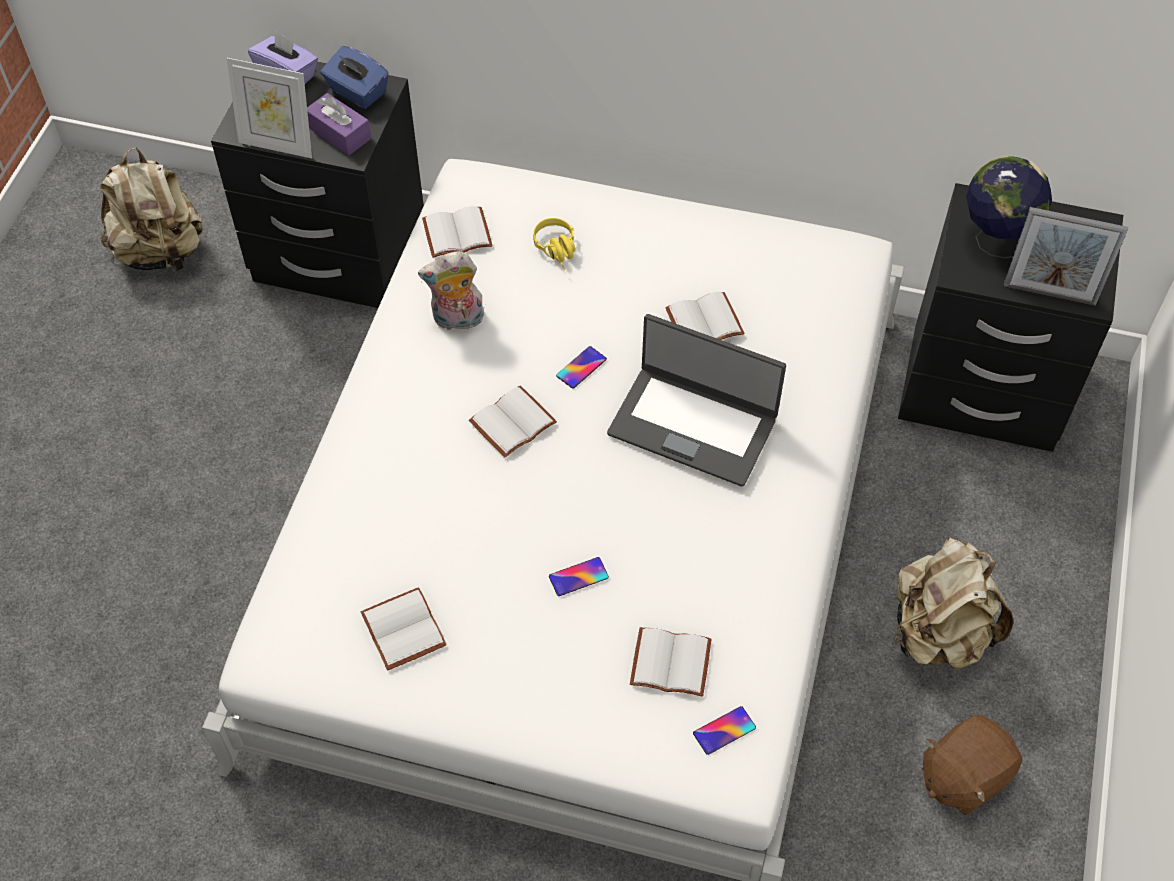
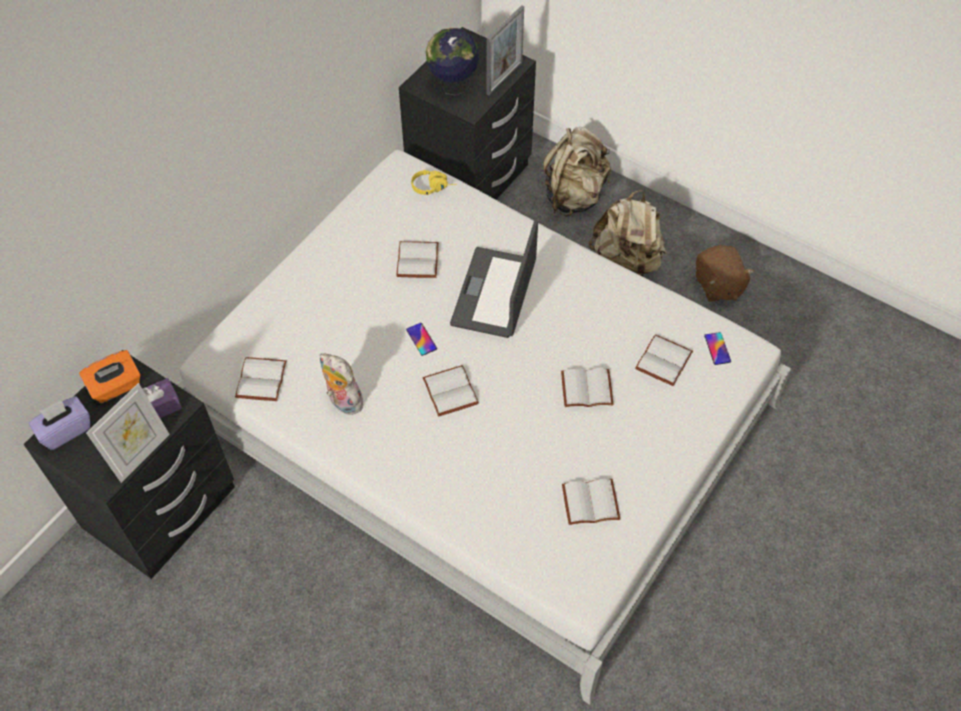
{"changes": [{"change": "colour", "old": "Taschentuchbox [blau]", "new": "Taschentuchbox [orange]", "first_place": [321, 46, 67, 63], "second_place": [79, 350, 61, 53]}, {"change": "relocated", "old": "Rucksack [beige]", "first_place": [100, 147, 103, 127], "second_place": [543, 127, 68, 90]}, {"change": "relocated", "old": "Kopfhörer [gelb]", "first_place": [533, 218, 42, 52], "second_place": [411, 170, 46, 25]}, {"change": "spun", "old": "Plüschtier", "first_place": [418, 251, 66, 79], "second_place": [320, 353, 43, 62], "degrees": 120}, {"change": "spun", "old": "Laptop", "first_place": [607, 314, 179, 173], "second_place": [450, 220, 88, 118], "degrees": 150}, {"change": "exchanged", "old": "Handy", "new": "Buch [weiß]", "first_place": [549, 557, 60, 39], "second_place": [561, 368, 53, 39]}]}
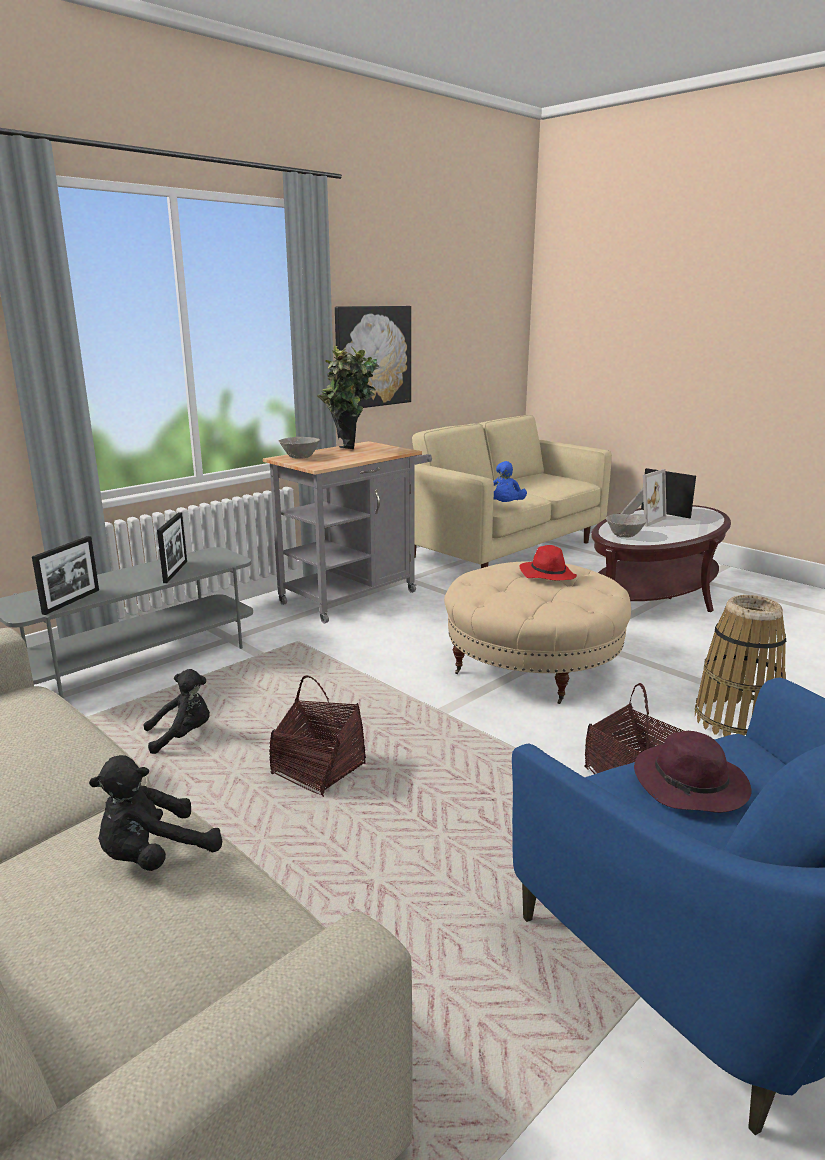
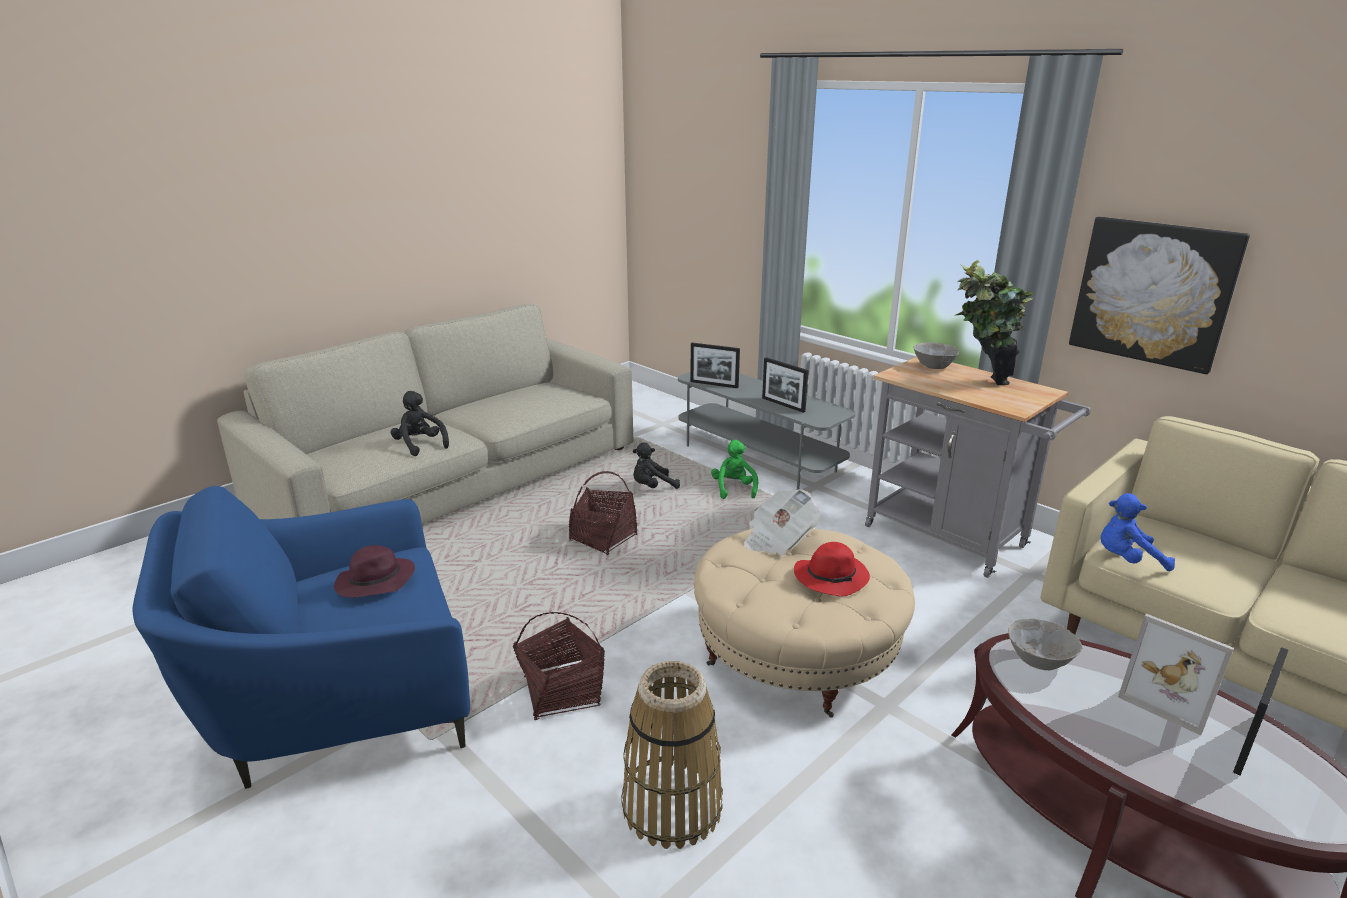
{"changes": [{"change": "spun", "old": "Bilderrahmen", "first_place": [157, 512, 30, 71], "second_place": [762, 357, 46, 56], "degrees": 45}, {"change": "spun", "old": "Plüschtier [schwarz]", "first_place": [143, 669, 67, 85], "second_place": [633, 442, 47, 47], "degrees": 90}, {"change": "appeared", "new": "Plüschtier [grün]", "second_place": [711, 440, 47, 59]}, {"change": "appeared", "new": "Zeitung", "second_place": [744, 489, 76, 67]}]}
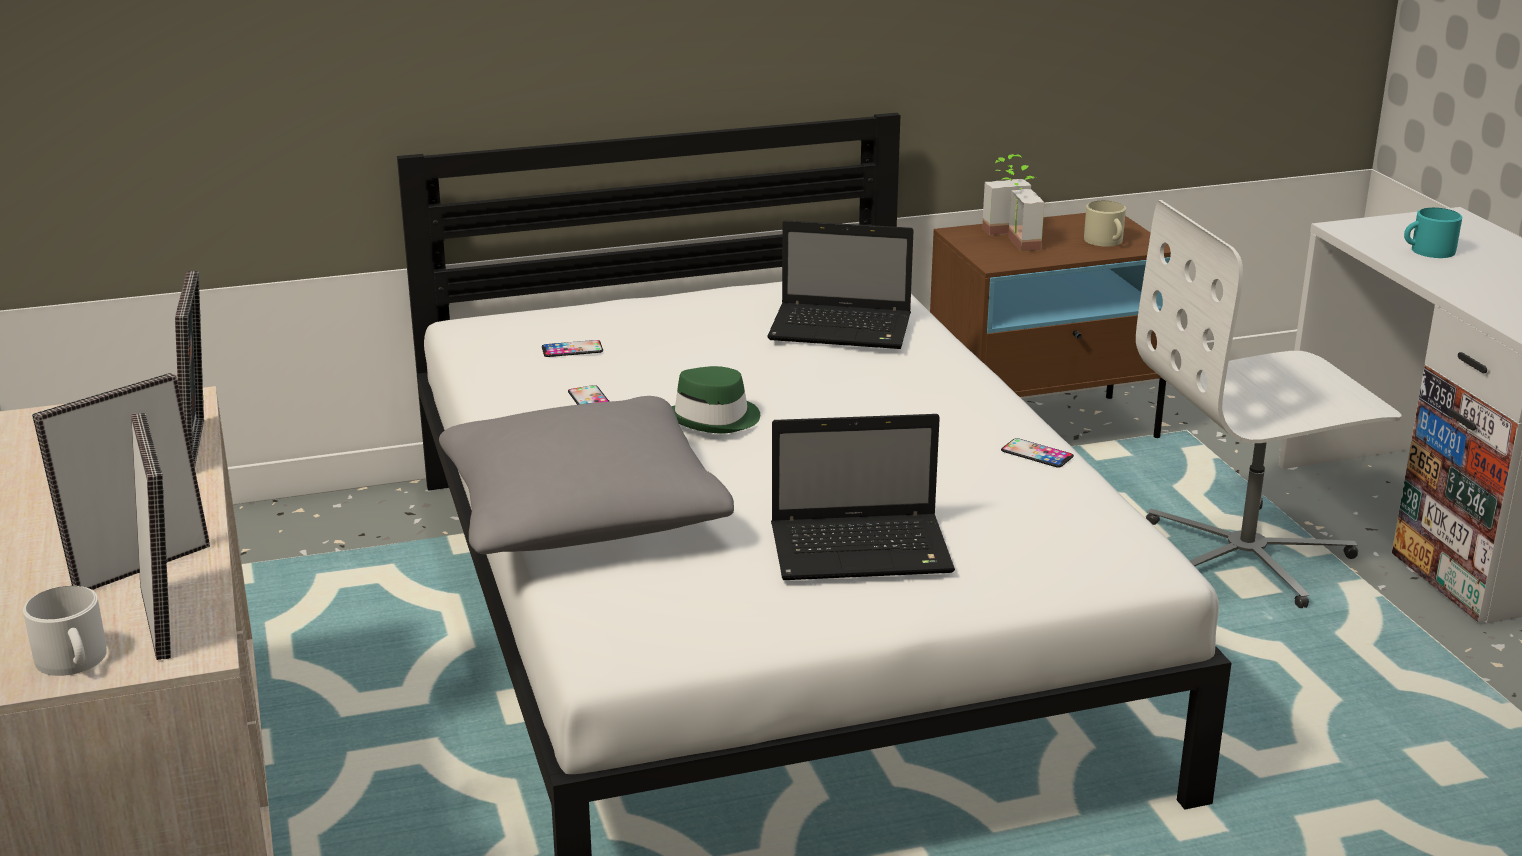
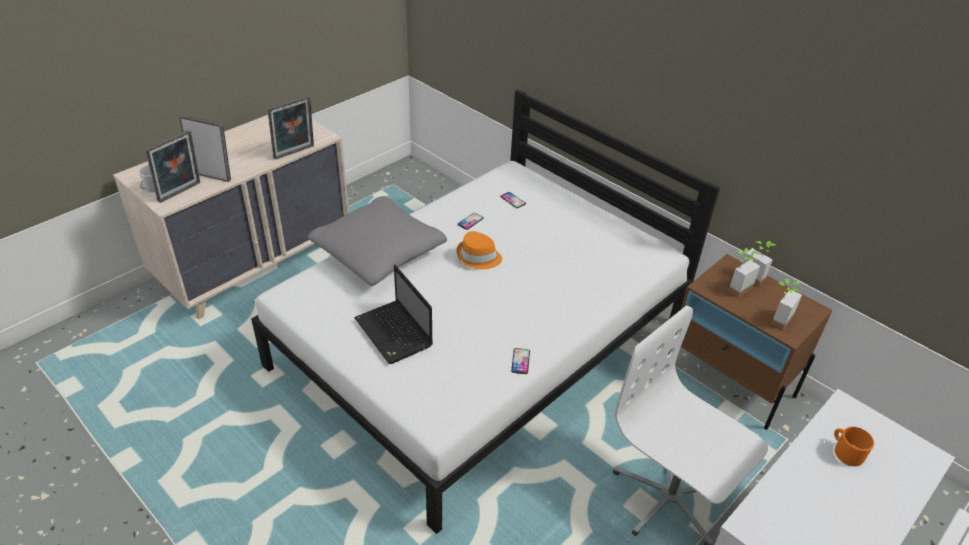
{"changes": [{"change": "exchanged", "old": "Henkelbecher [beige]", "new": "Topfpflanze", "first_place": [1084, 201, 42, 46], "second_place": [771, 278, 31, 52]}, {"change": "colour", "old": "Henkelbecher [türkis]", "new": "Henkelbecher [orange]", "first_place": [1404, 208, 58, 50], "second_place": [834, 427, 40, 39]}, {"change": "missing", "old": "Laptop", "first_place": [767, 220, 147, 129]}, {"change": "colour", "old": "Hut [grün]", "new": "Hut [orange]", "first_place": [671, 366, 89, 67], "second_place": [457, 231, 45, 38]}]}
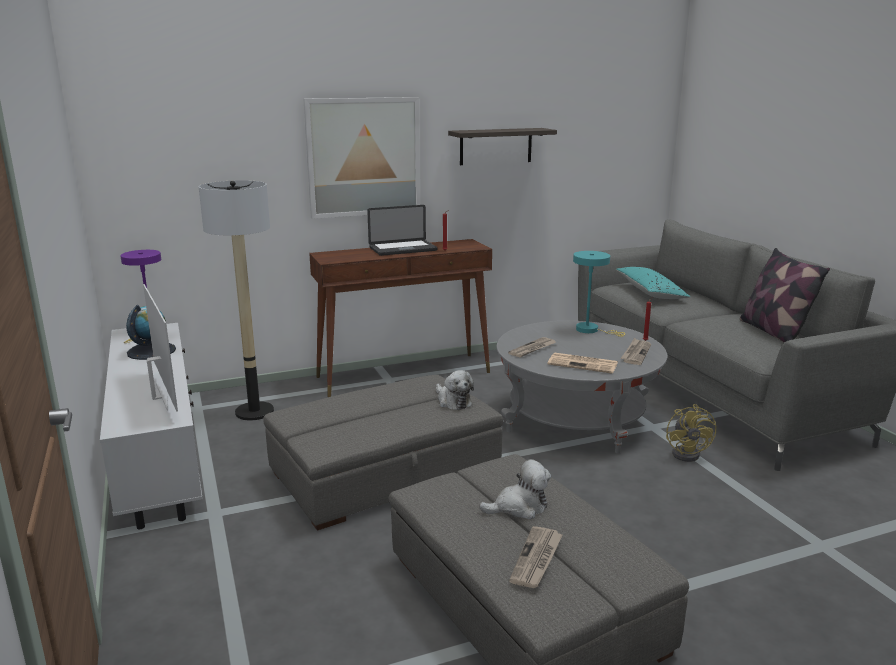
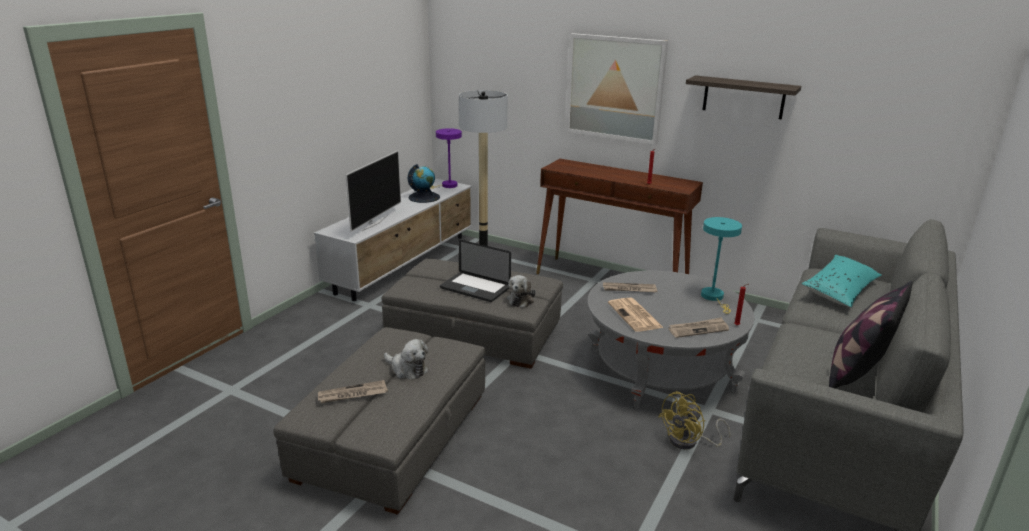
{"changes": [{"change": "relocated", "old": "Laptop", "first_place": [367, 205, 71, 51], "second_place": [440, 240, 71, 62]}]}
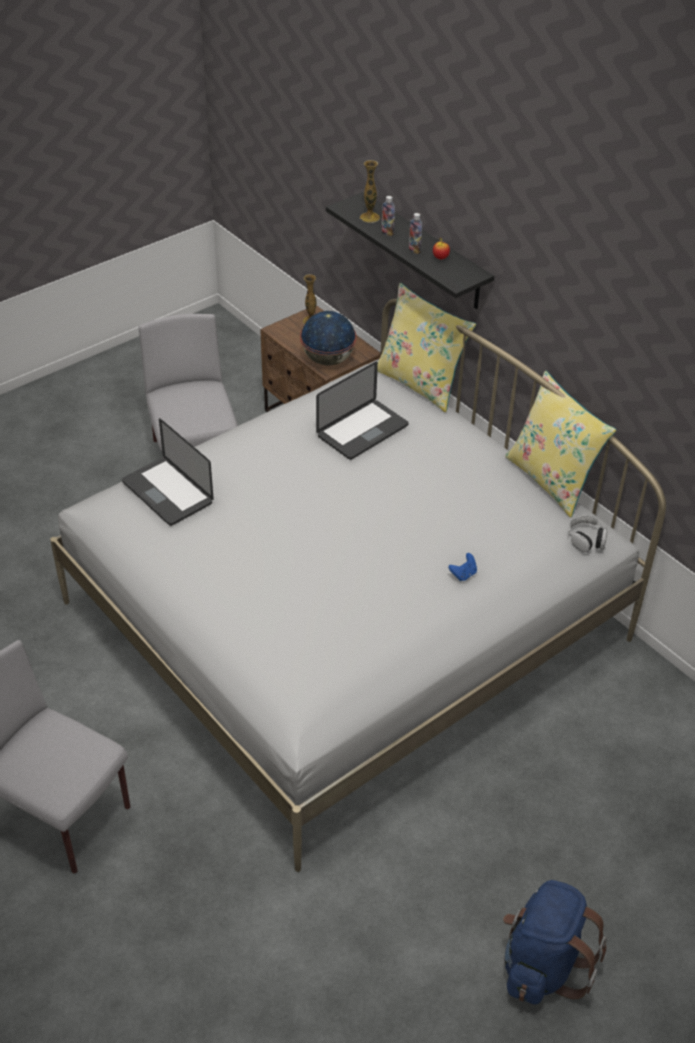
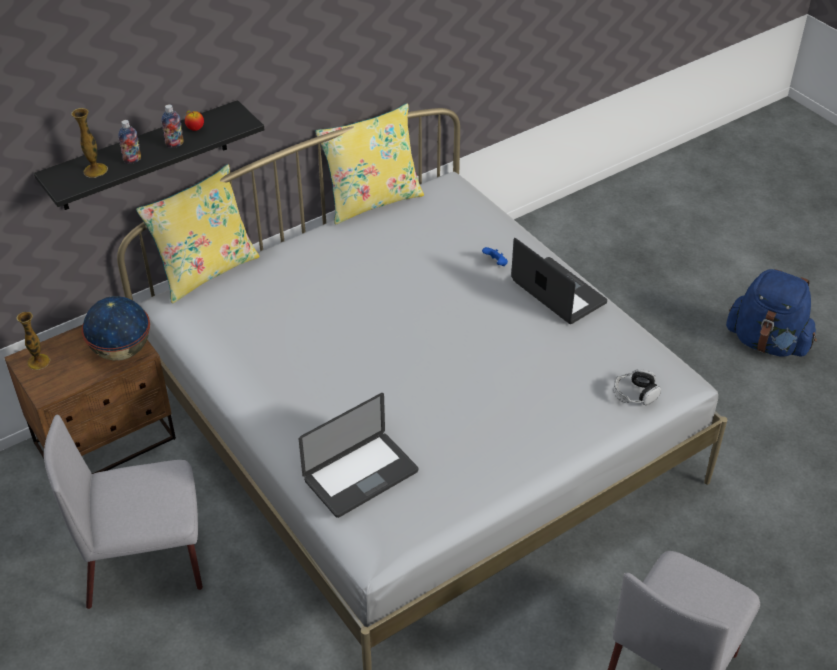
{"changes": [{"change": "relocated", "old": "Laptop", "first_place": [316, 361, 93, 99], "second_place": [511, 238, 96, 86]}, {"change": "relocated", "old": "Kopfhörer", "first_place": [568, 515, 39, 38], "second_place": [613, 369, 48, 36]}]}
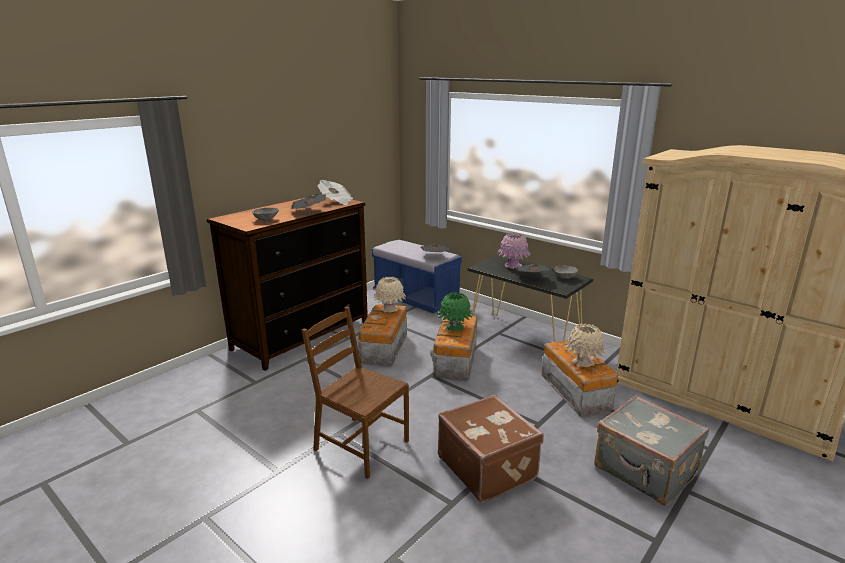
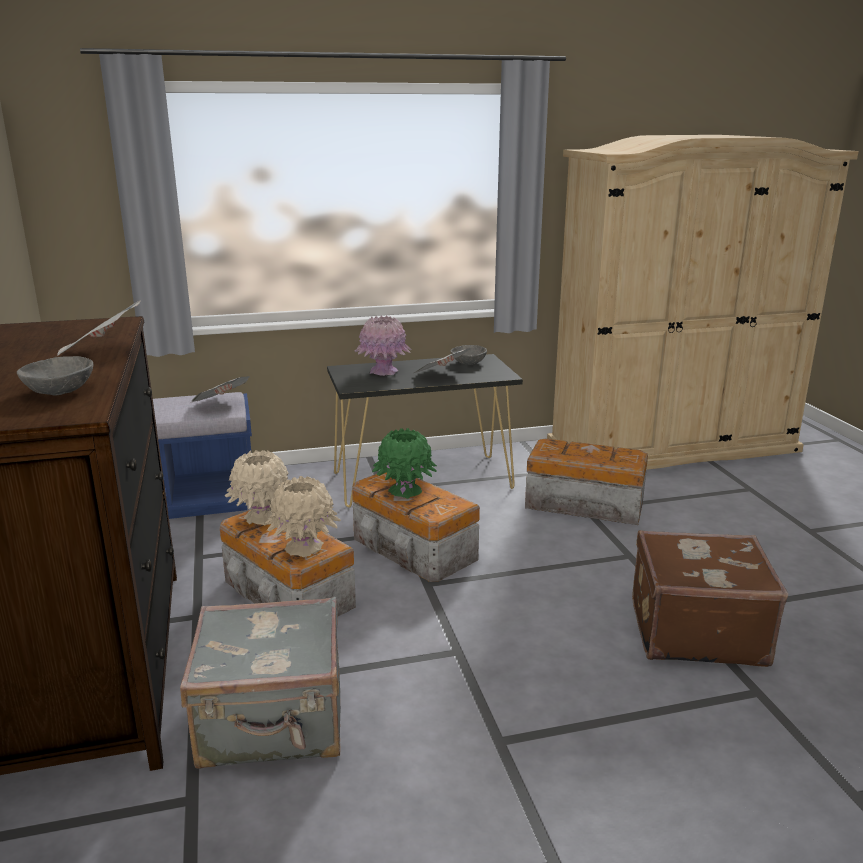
{"changes": [{"change": "missing", "old": "Zeitung", "first_place": [317, 180, 36, 25]}, {"change": "missing", "old": "Stuhl [braun]", "first_place": [301, 306, 108, 173]}, {"change": "relocated", "old": "Vase [beige]", "first_place": [564, 324, 42, 43], "second_place": [265, 476, 76, 81]}, {"change": "relocated", "old": "Koffer [grau]", "first_place": [594, 396, 115, 110], "second_place": [180, 597, 161, 172]}]}
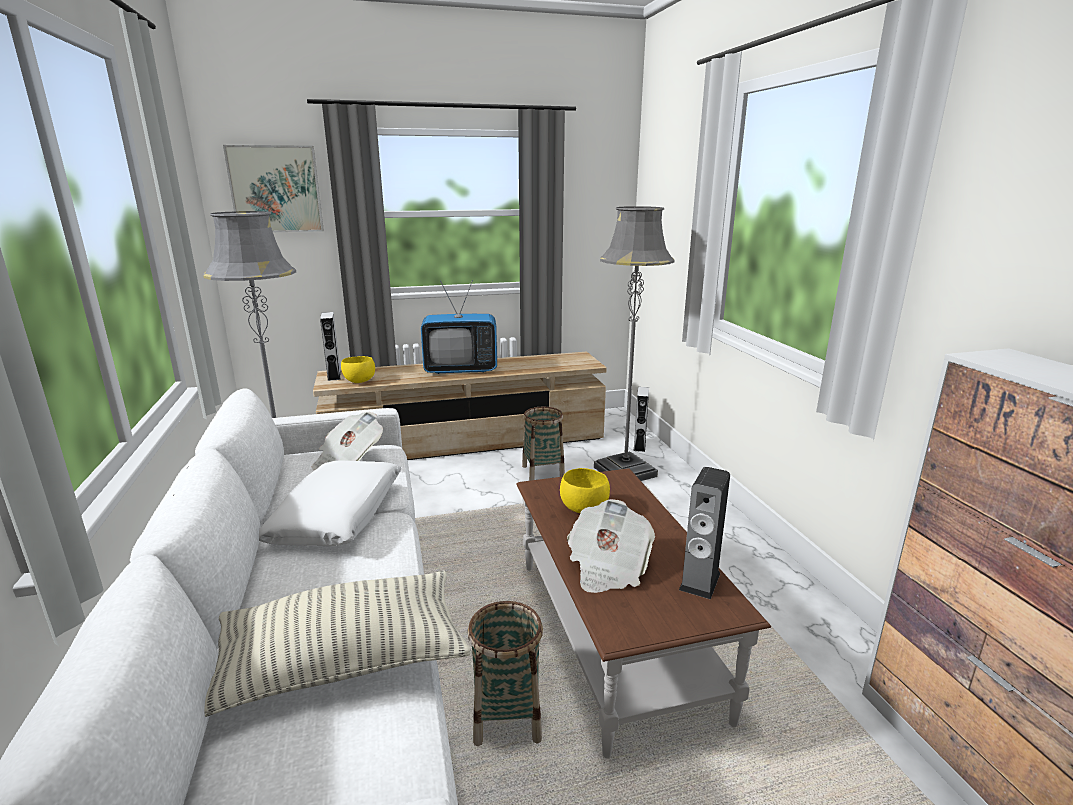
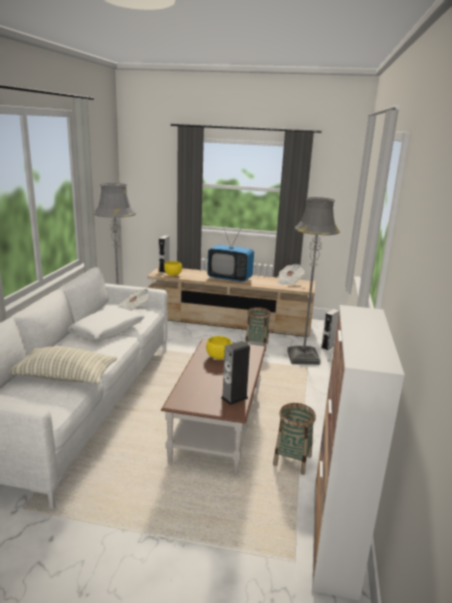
{"changes": [{"change": "missing", "old": "Bild", "first_place": [223, 145, 101, 87]}, {"change": "relocated", "old": "Zeitung", "first_place": [567, 499, 88, 94], "second_place": [277, 264, 28, 21]}, {"change": "relocated", "old": "Korb", "first_place": [468, 601, 75, 145], "second_place": [273, 403, 43, 72]}]}
